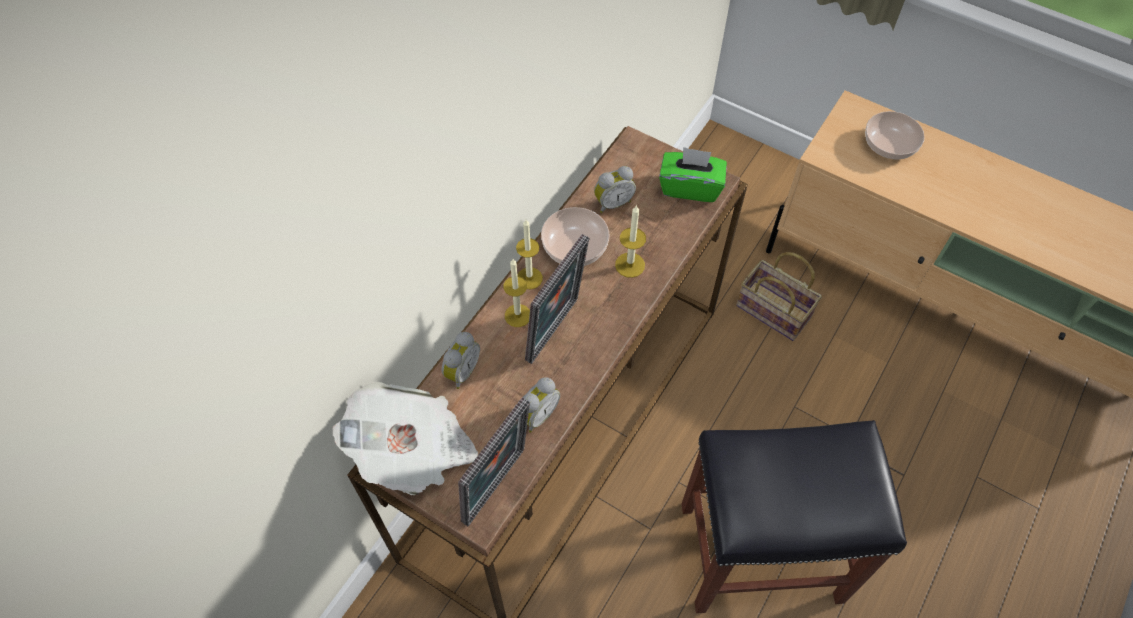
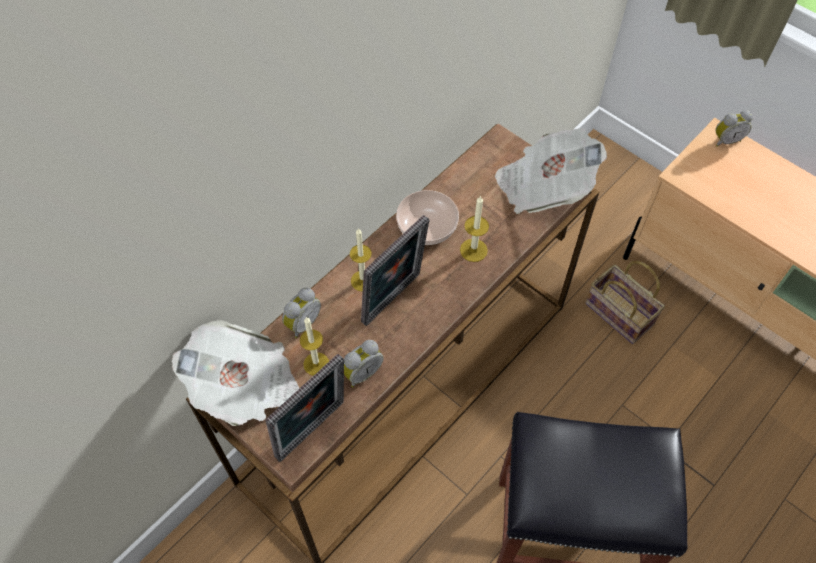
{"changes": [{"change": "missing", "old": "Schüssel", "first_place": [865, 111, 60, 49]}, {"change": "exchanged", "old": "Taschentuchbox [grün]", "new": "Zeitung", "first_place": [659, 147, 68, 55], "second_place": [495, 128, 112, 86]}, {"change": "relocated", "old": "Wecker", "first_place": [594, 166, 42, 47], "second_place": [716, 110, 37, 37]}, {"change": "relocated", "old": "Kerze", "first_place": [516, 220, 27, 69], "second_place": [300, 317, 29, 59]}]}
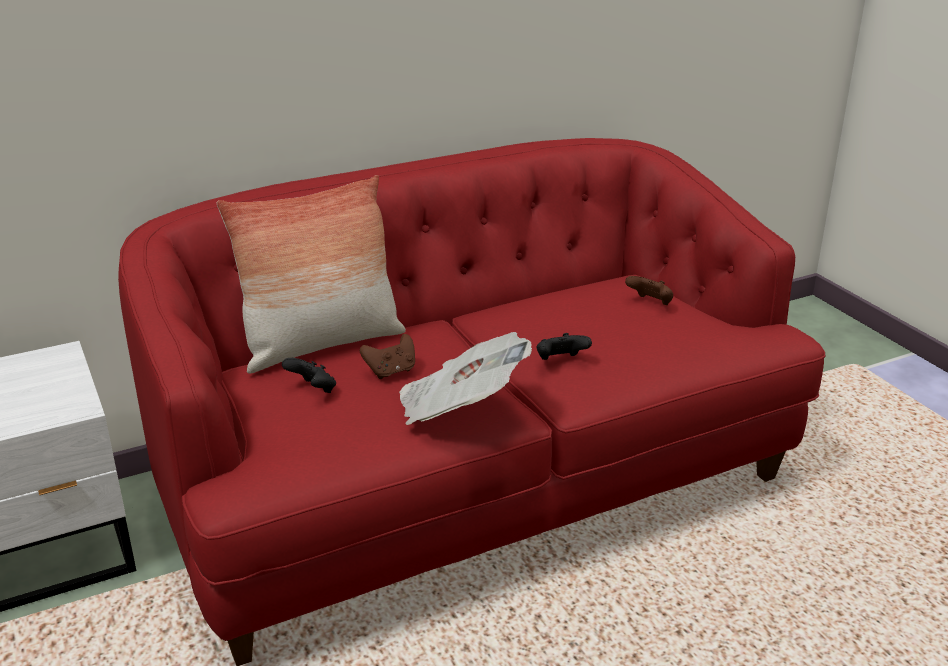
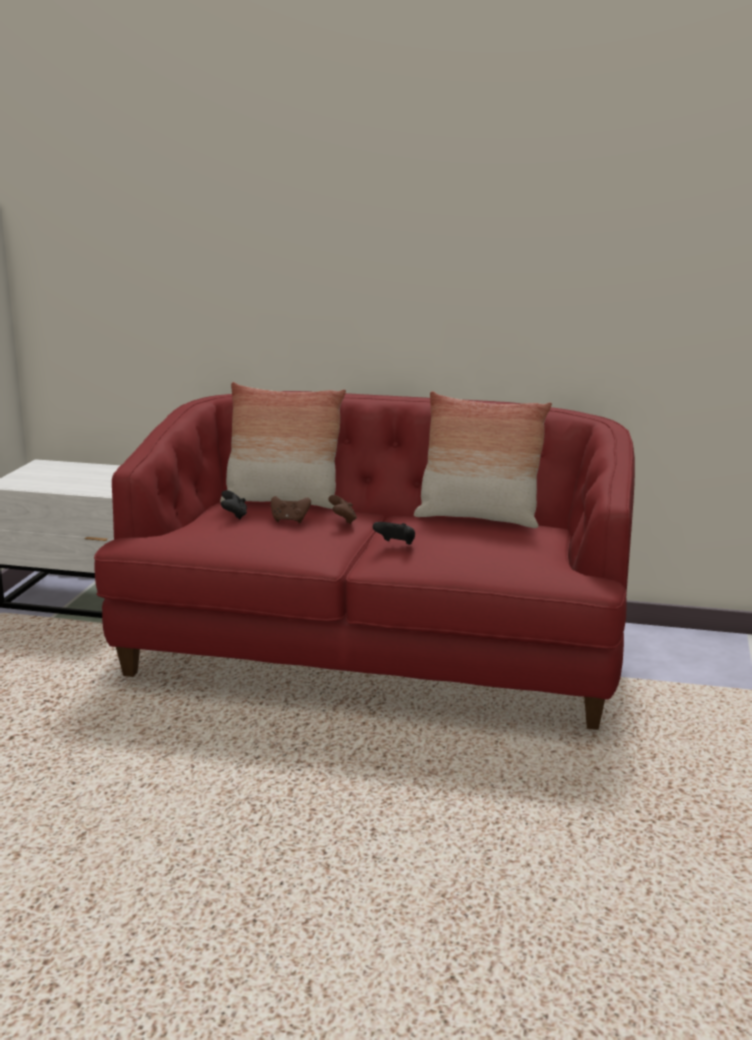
{"changes": [{"change": "relocated", "old": "Gamepad [braun]", "first_place": [625, 276, 48, 29], "second_place": [328, 495, 29, 29]}, {"change": "missing", "old": "Zeitung", "first_place": [399, 332, 133, 93]}, {"change": "appeared", "new": "Kissen", "second_place": [414, 391, 138, 137]}]}
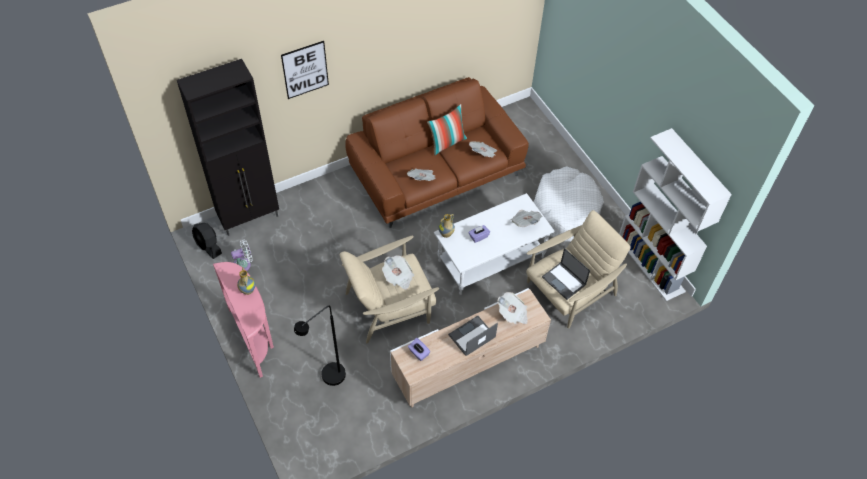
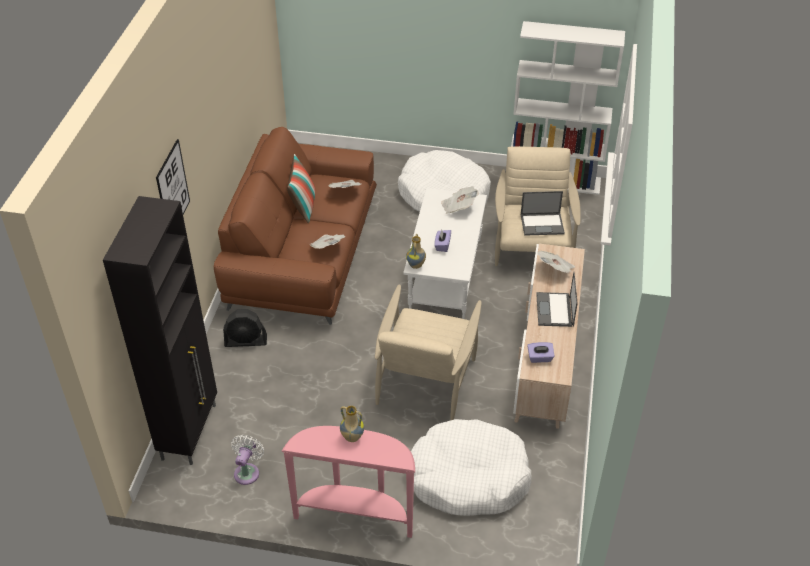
{"changes": [{"change": "relocated", "old": "Ventilator [schwarz]", "first_place": [192, 223, 30, 36], "second_place": [223, 309, 44, 38]}, {"change": "missing", "old": "Zeitung", "first_place": [382, 255, 32, 35]}, {"change": "exchanged", "old": "Stehlampe [schwarz]", "new": "Hundebett [weiß]", "first_place": [294, 305, 52, 81], "second_place": [411, 419, 121, 97]}]}
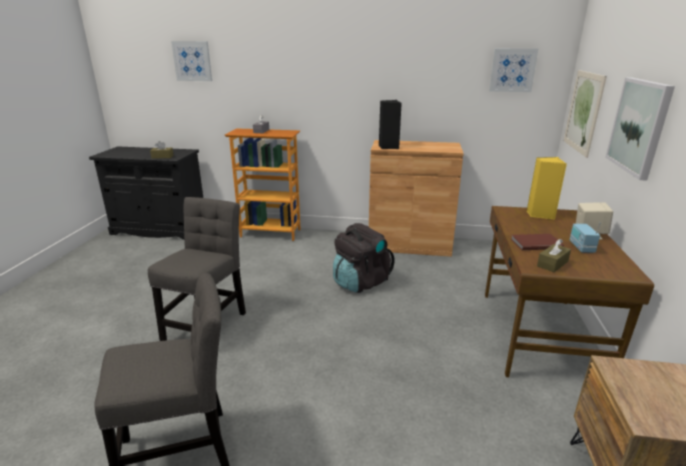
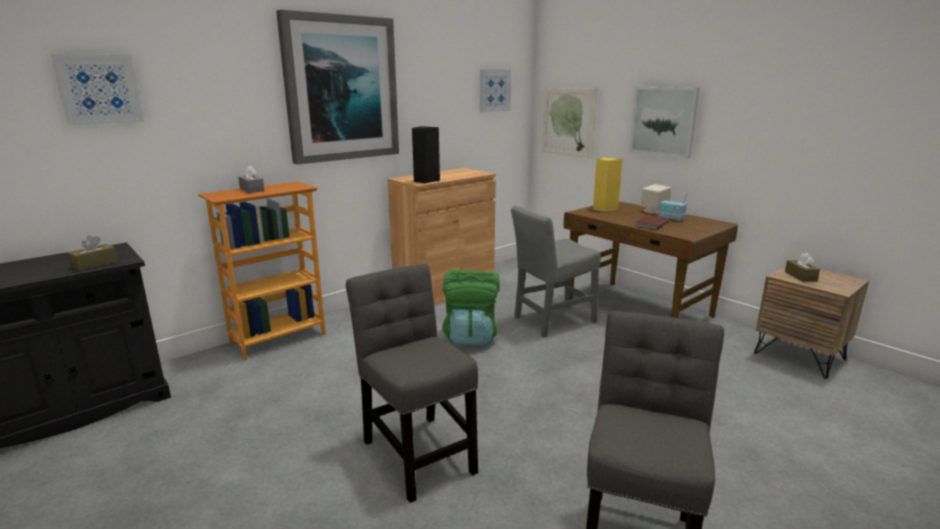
{"changes": [{"change": "colour", "old": "Rucksack [schwarz]", "new": "Rucksack [grün]", "first_place": [333, 223, 61, 70], "second_place": [442, 269, 57, 76]}, {"change": "relocated", "old": "Taschentuchbox [braun]", "first_place": [537, 239, 34, 33], "second_place": [785, 253, 35, 29]}, {"change": "appeared", "new": "Bild", "second_place": [276, 10, 123, 155]}, {"change": "appeared", "new": "Stuhl [grau]", "second_place": [511, 206, 90, 131]}]}
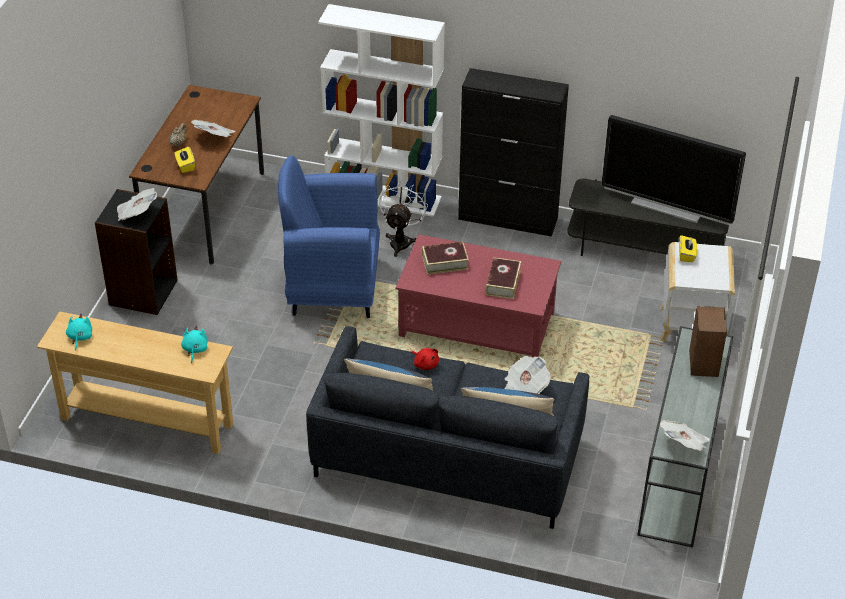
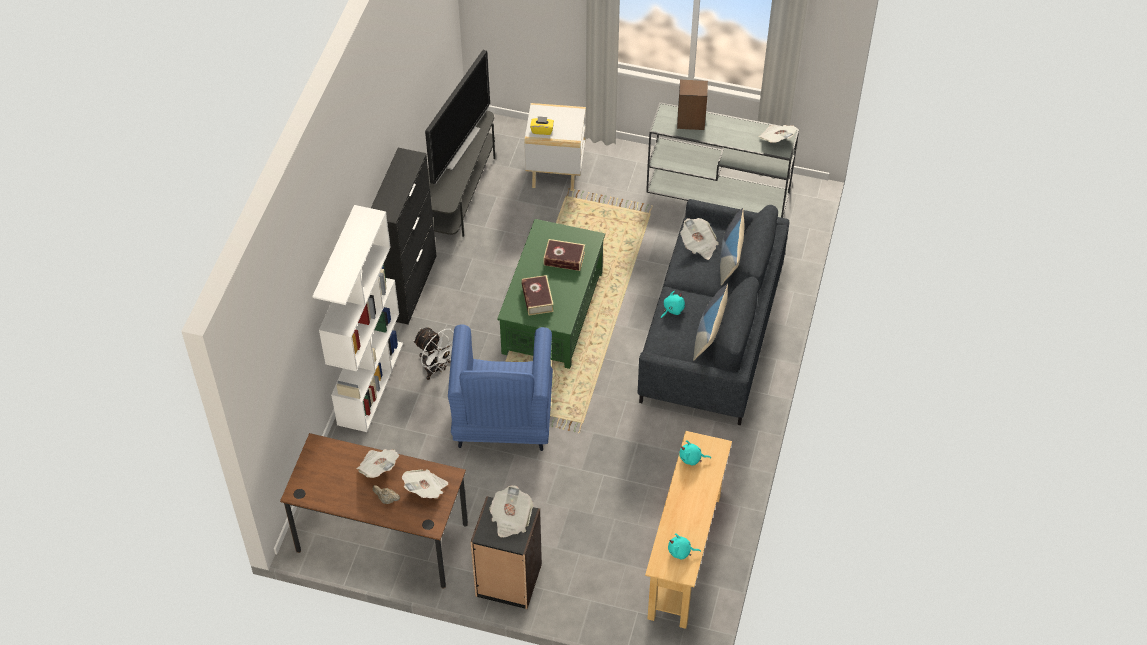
{"changes": [{"change": "exchanged", "old": "Taschentuchbox [gelb]", "new": "Zeitung", "first_place": [175, 147, 20, 26], "second_place": [402, 469, 46, 29]}, {"change": "spun", "old": "Ventilator [weiß]", "first_place": [379, 181, 49, 76], "second_place": [413, 327, 41, 53], "degrees": -150}, {"change": "colour", "old": "Couchtisch [rot]", "new": "Couchtisch [grün]", "first_place": [395, 234, 166, 123], "second_place": [497, 219, 108, 150]}, {"change": "colour", "old": "Plüschtier [rot]", "new": "Plüschtier [türkis]", "first_place": [411, 348, 28, 22], "second_place": [661, 291, 24, 27]}]}
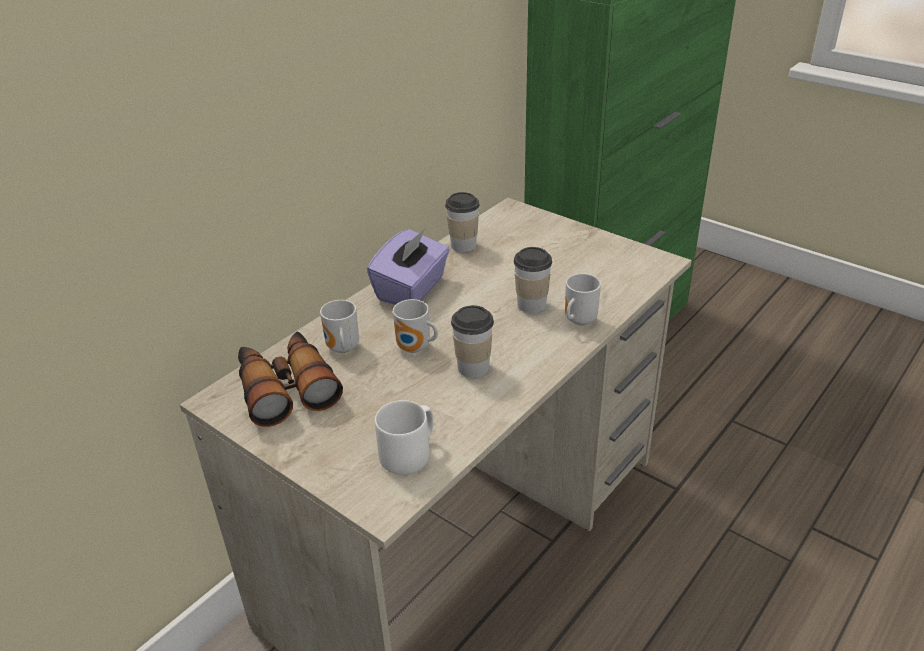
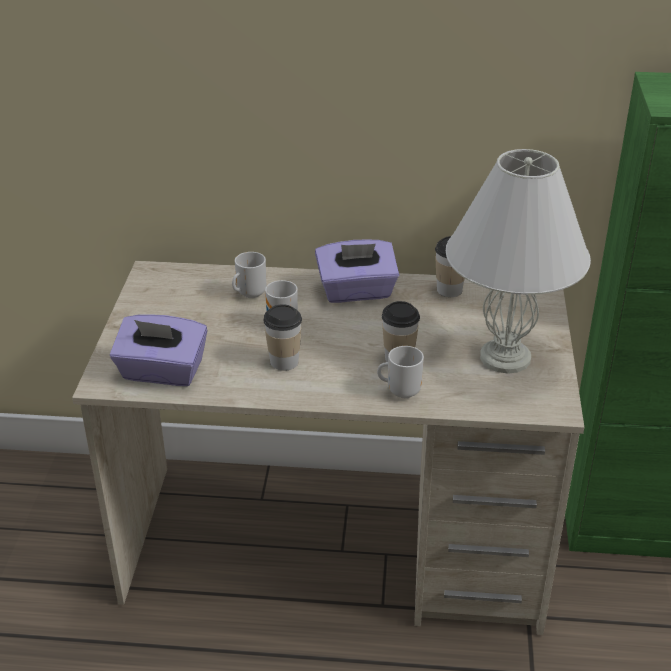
{"changes": [{"change": "missing", "old": "Fernglas", "first_place": [238, 331, 105, 96]}, {"change": "exchanged", "old": "Henkelbecher [weiß]", "new": "Taschentuchbox [lila]", "first_place": [375, 400, 58, 75], "second_place": [110, 314, 98, 72]}, {"change": "appeared", "new": "Tischlampe [weiß]", "second_place": [446, 149, 145, 225]}]}
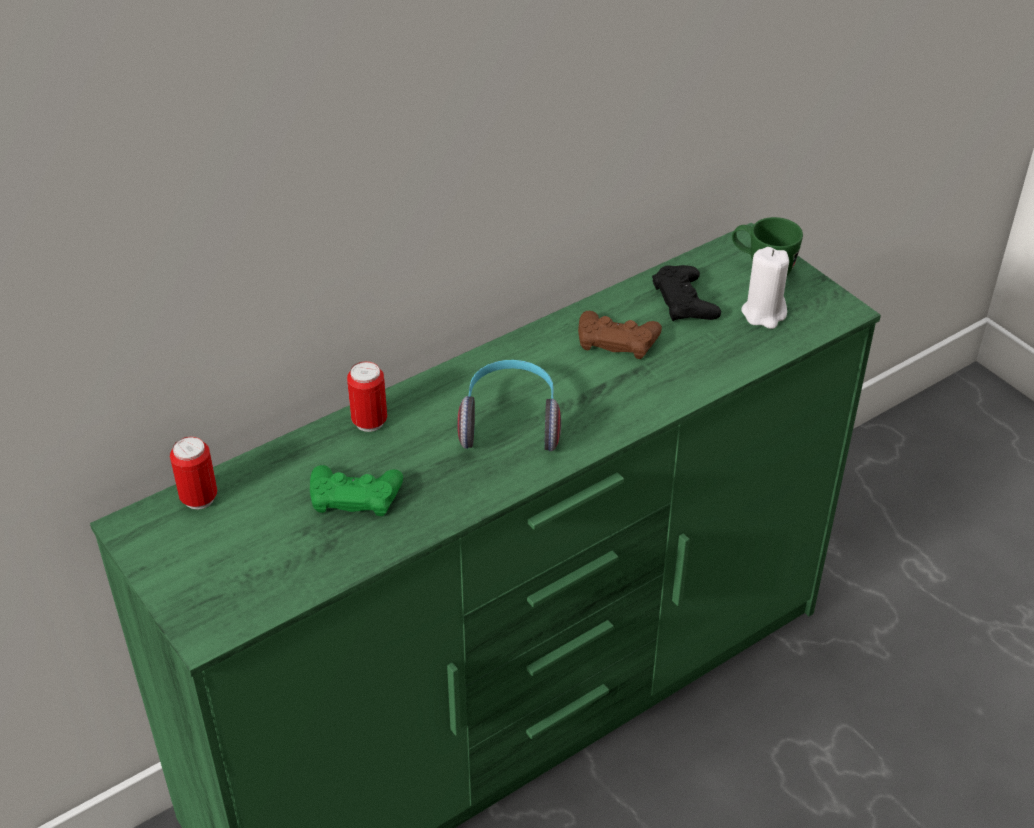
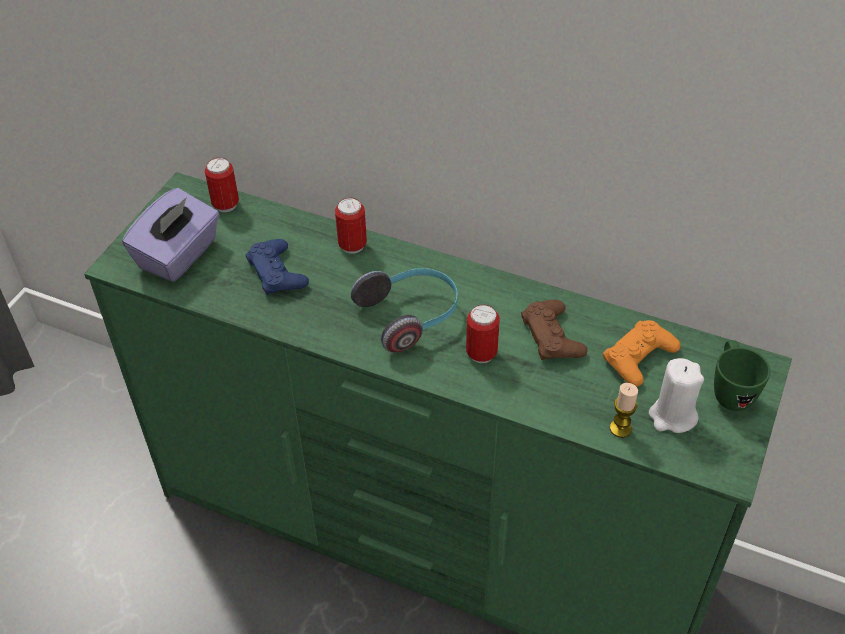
{"changes": [{"change": "colour", "old": "Gamepad [schwarz]", "new": "Gamepad [orange]", "first_place": [652, 265, 69, 56], "second_place": [603, 320, 78, 67]}, {"change": "colour", "old": "Gamepad [grün]", "new": "Gamepad [blau]", "first_place": [310, 465, 93, 51], "second_place": [245, 239, 64, 56]}, {"change": "appeared", "new": "Taschentuchbox [lila]", "second_place": [122, 188, 98, 94]}, {"change": "appeared", "new": "Dose", "second_place": [466, 305, 34, 58]}, {"change": "appeared", "new": "Kerze", "second_place": [610, 383, 28, 55]}]}
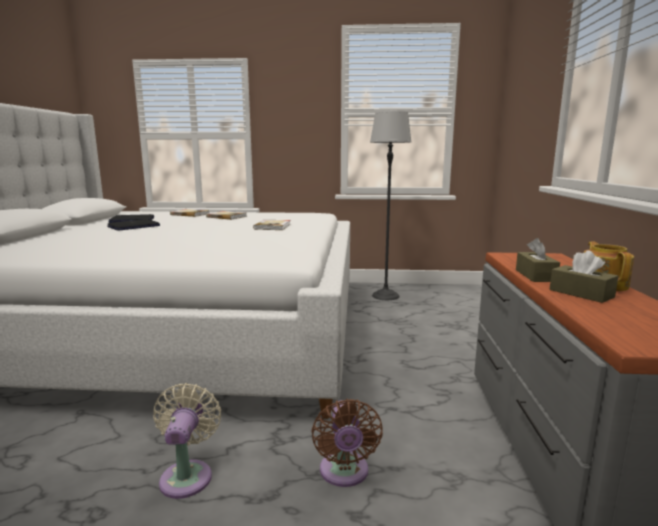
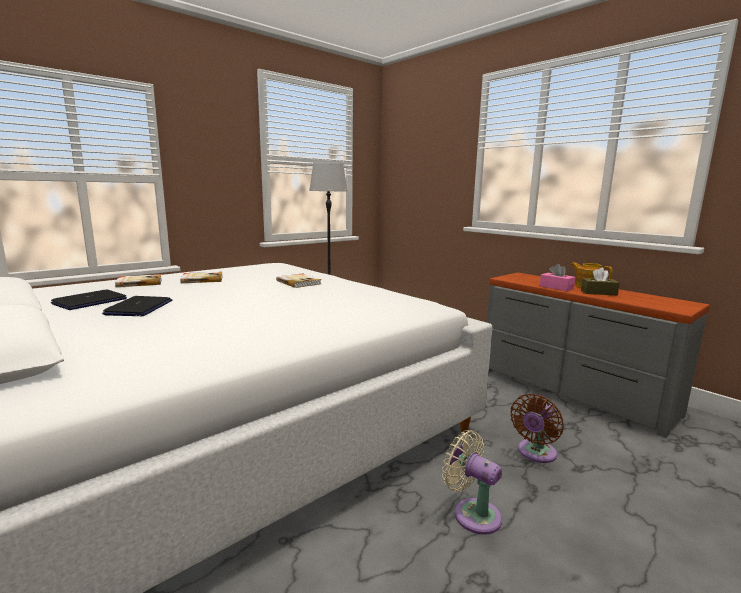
{"changes": [{"change": "colour", "old": "Taschentuchbox [braun]", "new": "Taschentuchbox [rosa]", "first_place": [516, 238, 44, 44], "second_place": [540, 264, 35, 27]}, {"change": "spun", "old": "Ventilator [braun]", "first_place": [311, 399, 72, 88], "second_place": [510, 394, 54, 69], "degrees": 90}]}
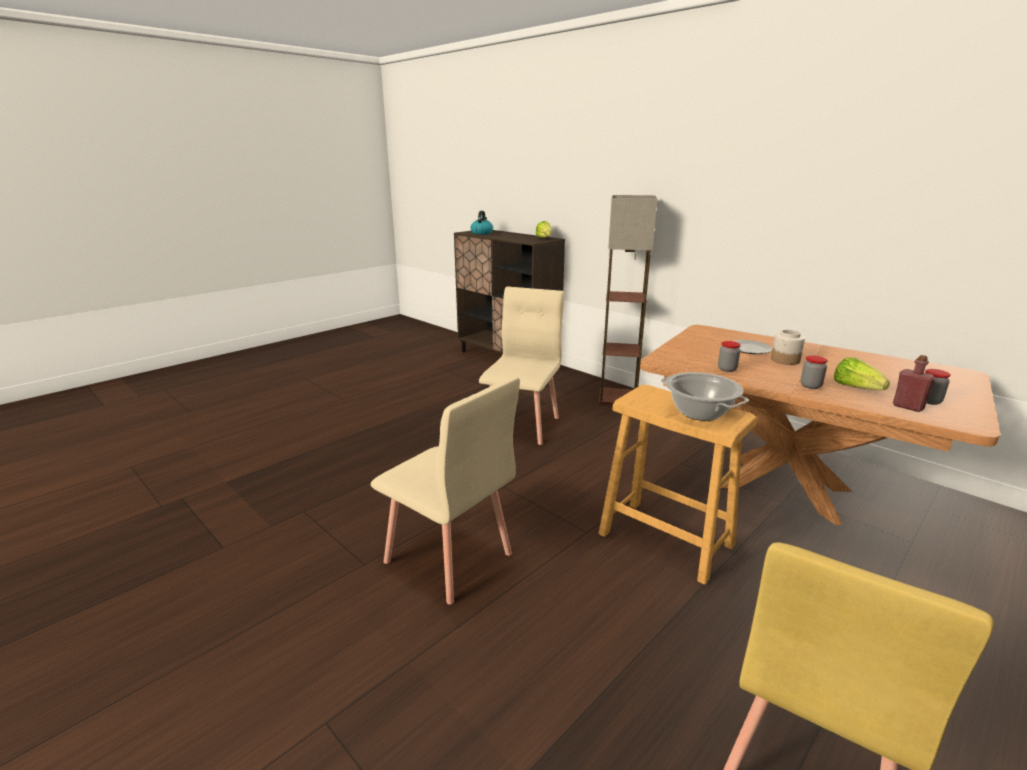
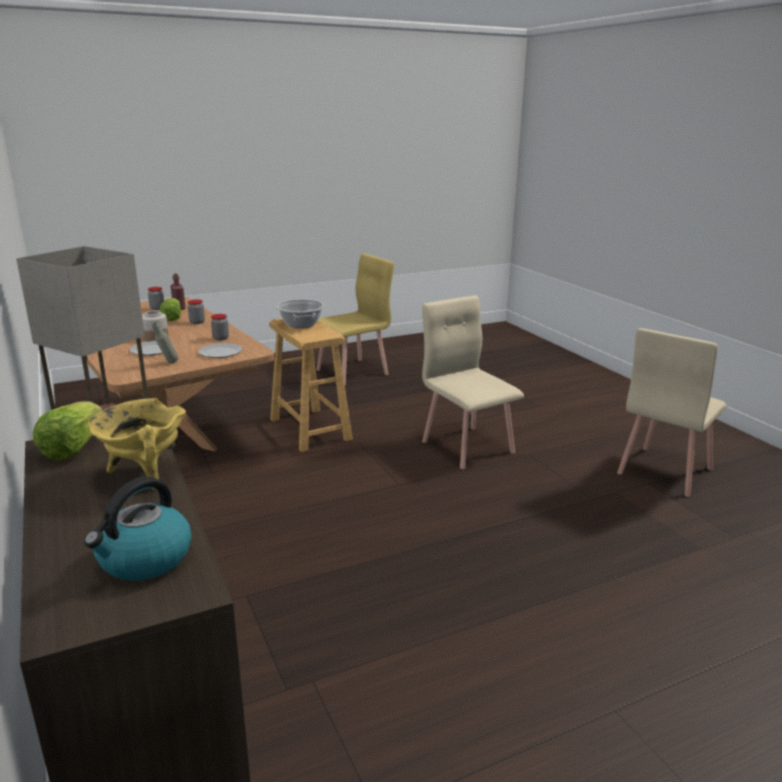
{"changes": [{"change": "relocated", "old": "Stuhl [beige]", "first_place": [479, 287, 85, 158], "second_place": [617, 328, 110, 169]}, {"change": "appeared", "new": "Flasche [grau]", "second_place": [152, 323, 26, 40]}, {"change": "appeared", "new": "Teller", "second_place": [198, 343, 44, 15]}, {"change": "appeared", "new": "Kochtopf [gelb]", "second_place": [88, 398, 98, 93]}]}
